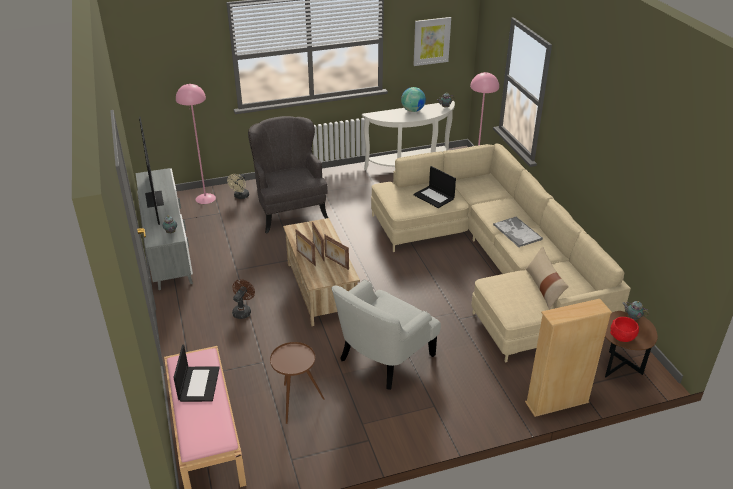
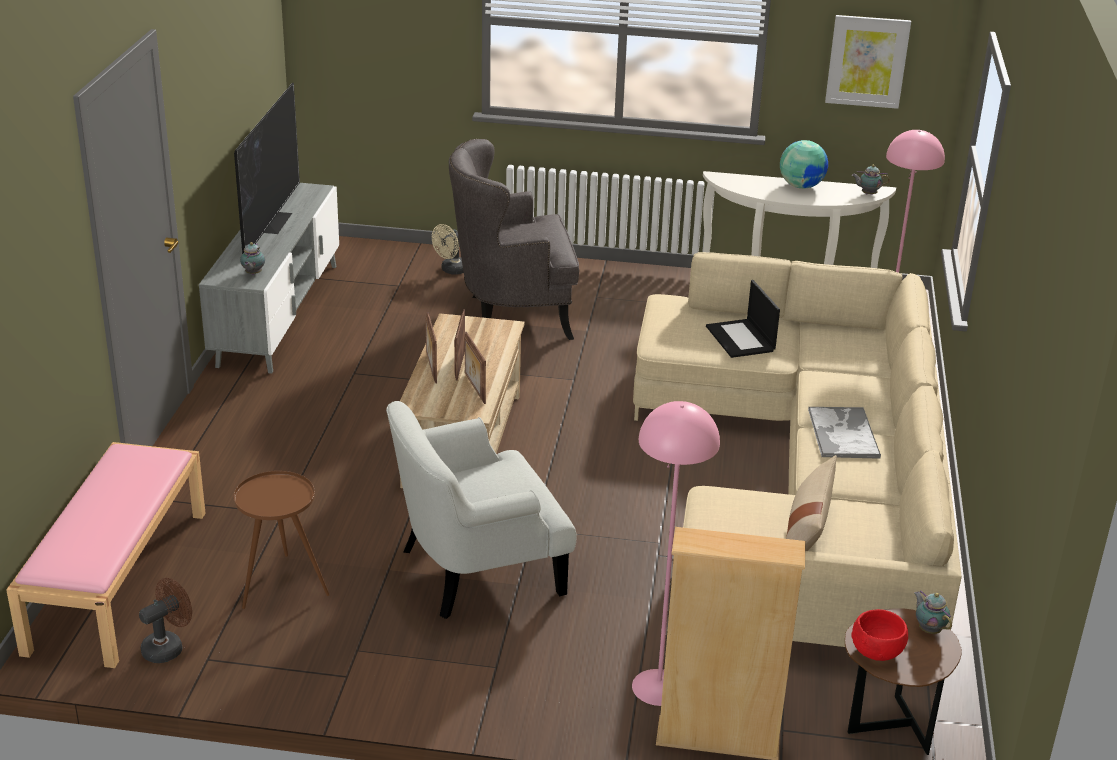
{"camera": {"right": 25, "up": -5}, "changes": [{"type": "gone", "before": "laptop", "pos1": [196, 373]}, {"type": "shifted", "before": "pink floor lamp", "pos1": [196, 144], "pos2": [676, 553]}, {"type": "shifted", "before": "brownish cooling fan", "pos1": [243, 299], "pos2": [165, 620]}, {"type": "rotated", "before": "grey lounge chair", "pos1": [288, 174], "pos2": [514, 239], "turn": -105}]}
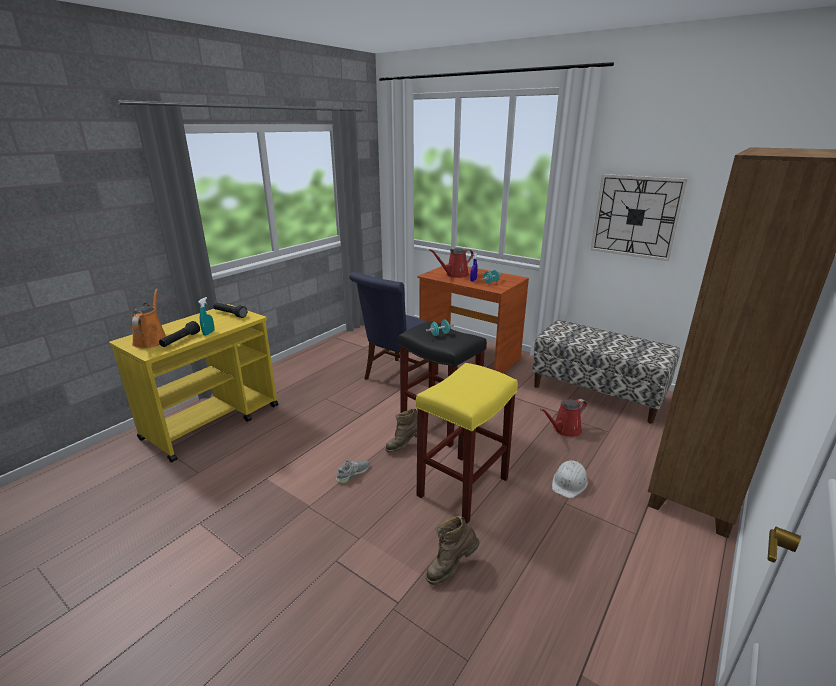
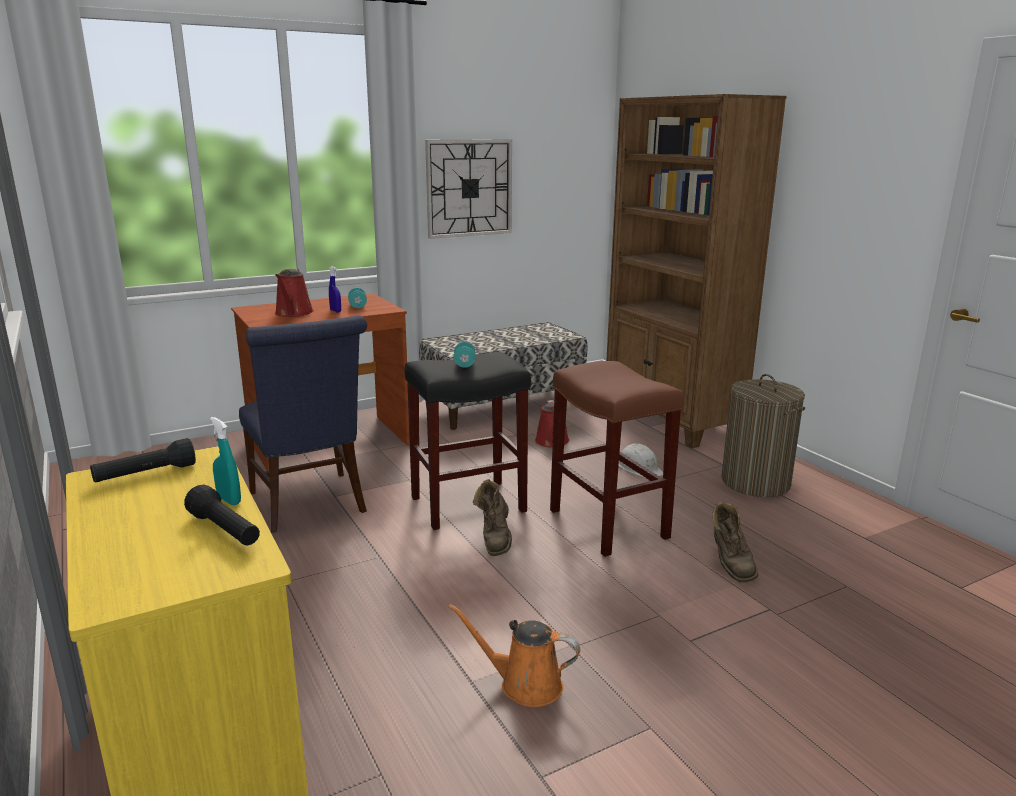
{"camera": {"right": -65, "up": -5}, "changes": [{"type": "shifted", "before": "orange-coloured sprinkling can", "pos1": [148, 318], "pos2": [514, 655]}, {"type": "gone", "before": "grey low shoe", "pos1": [353, 471]}, {"type": "repainted", "before": "yellow stool", "after": "brownish stool", "pos1": [467, 443], "pos2": [617, 459]}, {"type": "new", "after": "washing basket", "pos2": [763, 435]}]}
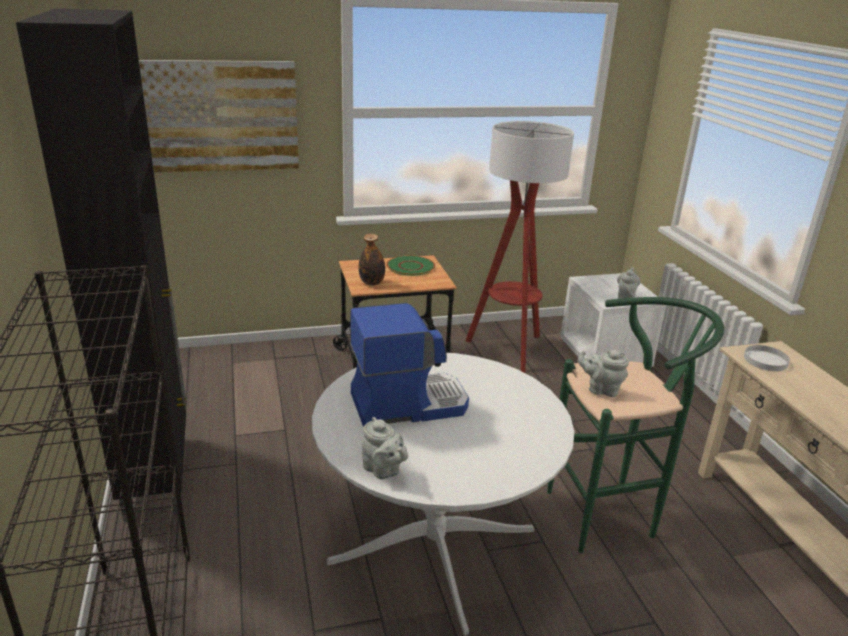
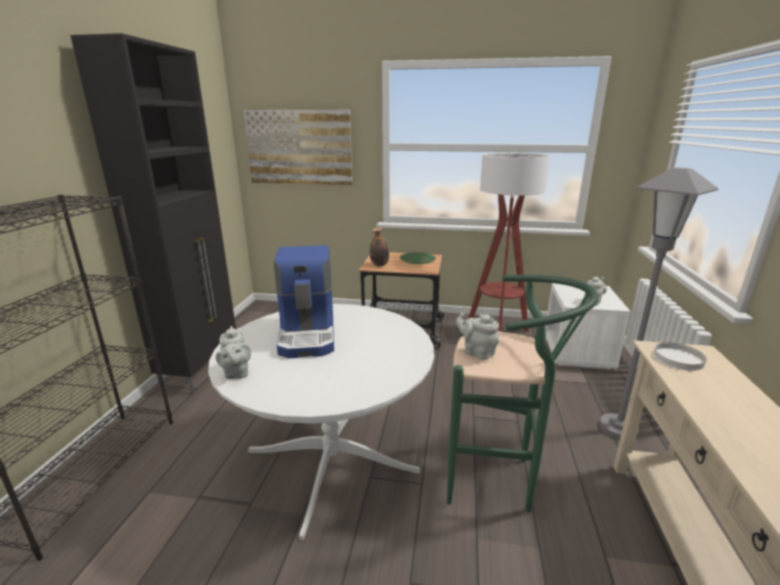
{"camera": {"right": 25, "up": -5}, "changes": [{"type": "rotated", "before": "coffee brewer", "pos1": [409, 365], "pos2": [304, 301], "turn": 75}, {"type": "new", "after": "grey floor lamp", "pos2": [659, 303]}]}
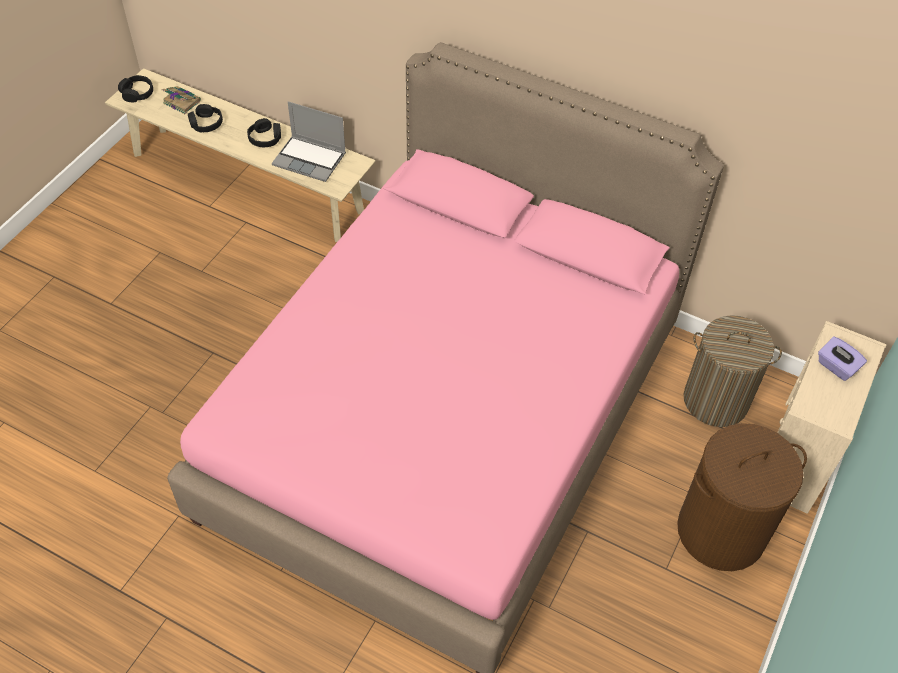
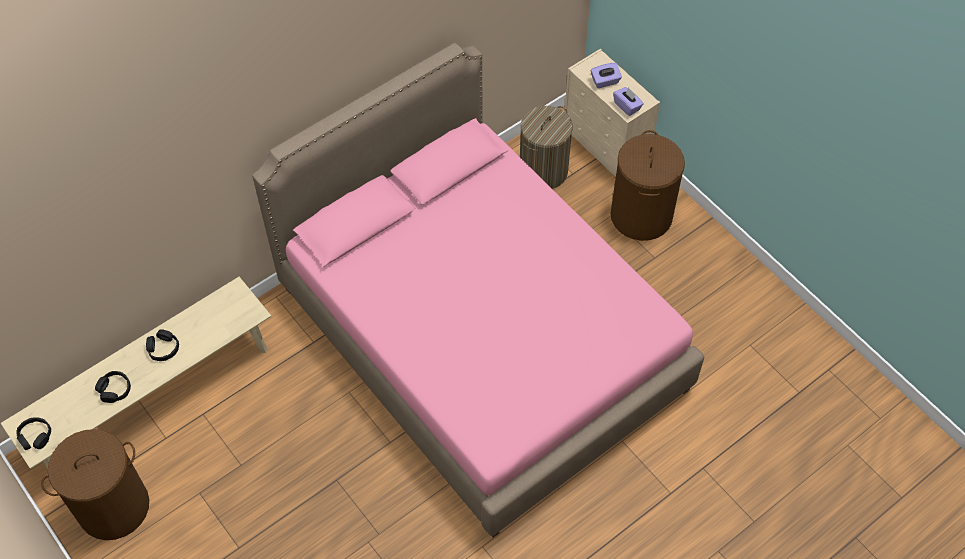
{"camera": {"right": -65, "up": 5}, "changes": [{"type": "gone", "before": "volume", "pos1": [181, 100]}, {"type": "gone", "before": "laptop", "pos1": [309, 141]}, {"type": "new", "after": "brownish washing basket", "pos2": [95, 484]}, {"type": "new", "after": "purple-coloured tissue holder", "pos2": [628, 101]}]}
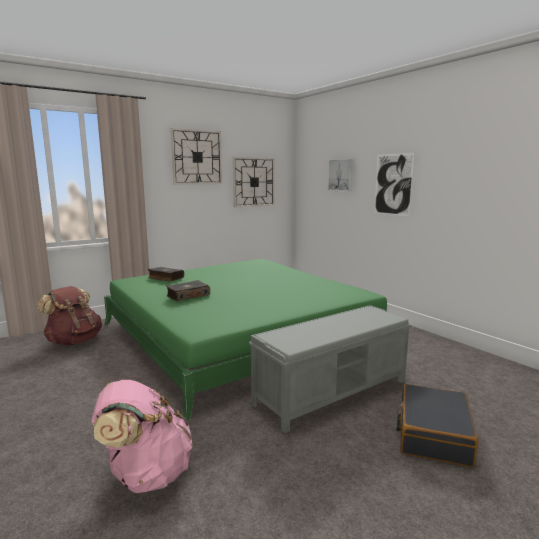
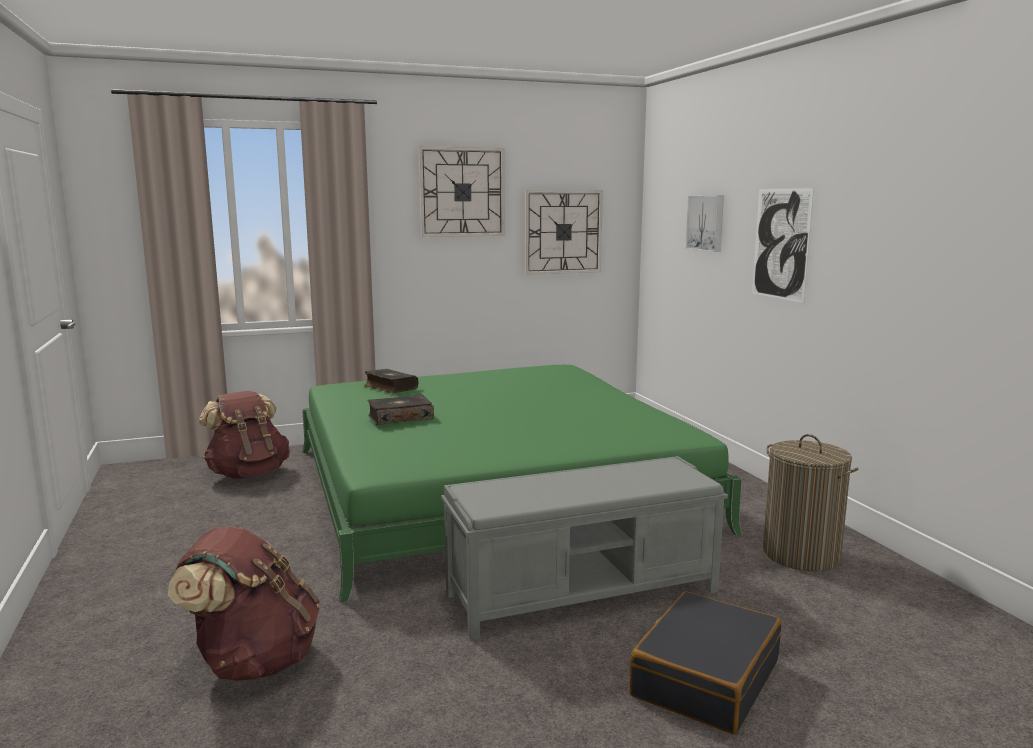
{"camera": {"right": 15, "up": 0}, "changes": [{"type": "repainted", "before": "pink knapsack", "after": "brownish knapsack", "pos1": [142, 436], "pos2": [244, 603]}, {"type": "new", "after": "washing basket", "pos2": [810, 502]}]}
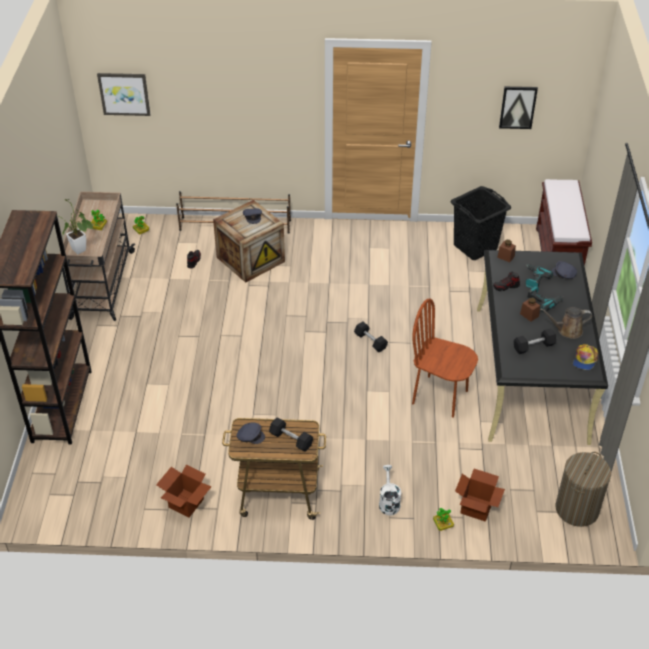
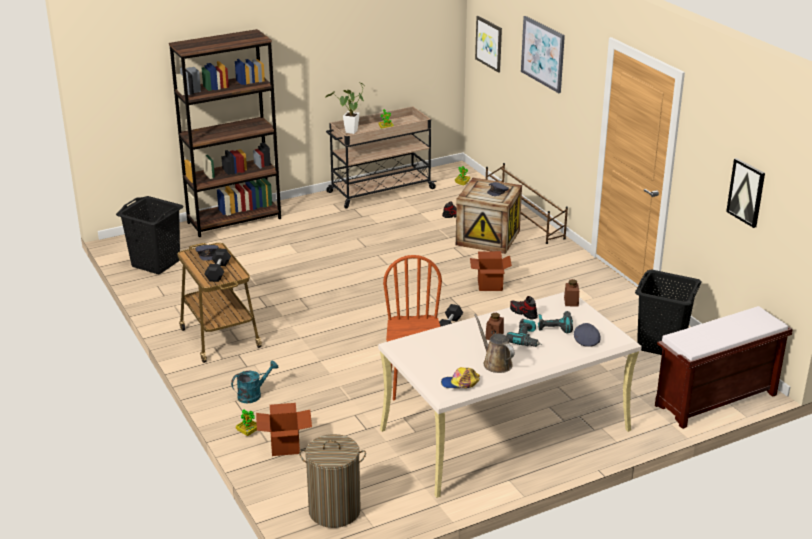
{"camera": {"right": 60, "up": -15}, "changes": [{"type": "shifted", "before": "cardboard box", "pos1": [184, 491], "pos2": [491, 271]}, {"type": "repainted", "before": "white-coloured sprinkling can", "after": "blue-green sprinkling can", "pos1": [390, 490], "pos2": [254, 382]}, {"type": "repainted", "before": "blackish desk unit", "after": "sand-coloured desk unit", "pos1": [542, 347], "pos2": [510, 395]}, {"type": "gone", "before": "blackish free weight", "pos1": [535, 341]}, {"type": "new", "after": "blackish washing basket", "pos2": [149, 235]}, {"type": "new", "after": "wall art", "pos2": [543, 54]}]}
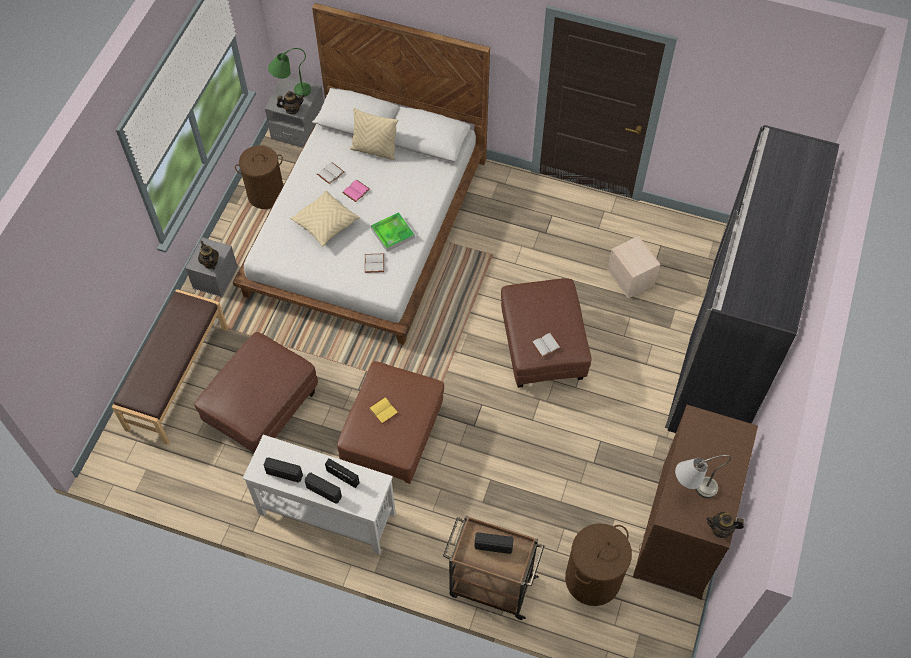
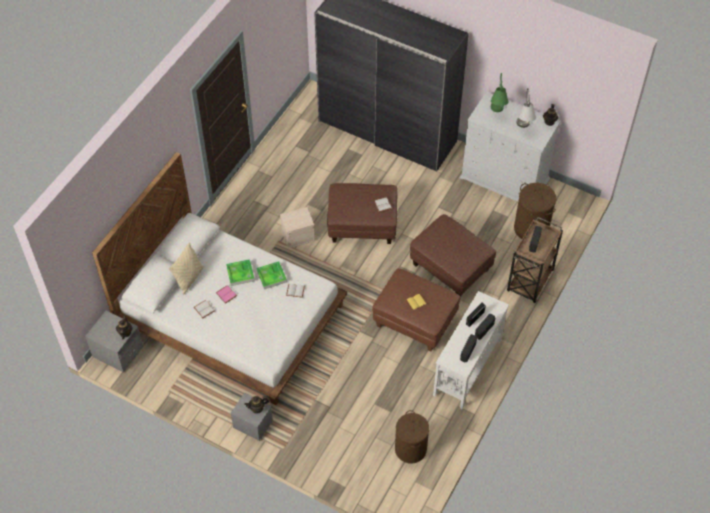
{"camera": {"right": -80, "up": -5}, "changes": [{"type": "gone", "before": "brownish long seat", "pos1": [170, 367]}, {"type": "shifted", "before": "brownish ottoman", "pos1": [256, 392], "pos2": [453, 255]}, {"type": "shifted", "before": "brownish washing basket", "pos1": [259, 177], "pos2": [412, 436]}, {"type": "shifted", "before": "green-coloured tabletop lamp", "pos1": [289, 72], "pos2": [500, 92]}, {"type": "gone", "before": "sand-coloured cushion", "pos1": [325, 219]}, {"type": "shifted", "before": "sand-coloured storage bin", "pos1": [634, 267], "pos2": [297, 227]}, {"type": "repainted", "before": "brownish chest of drawers", "after": "white-coloured chest of drawers", "pos1": [695, 502], "pos2": [510, 146]}, {"type": "new", "after": "serving tray", "pos2": [240, 272]}]}
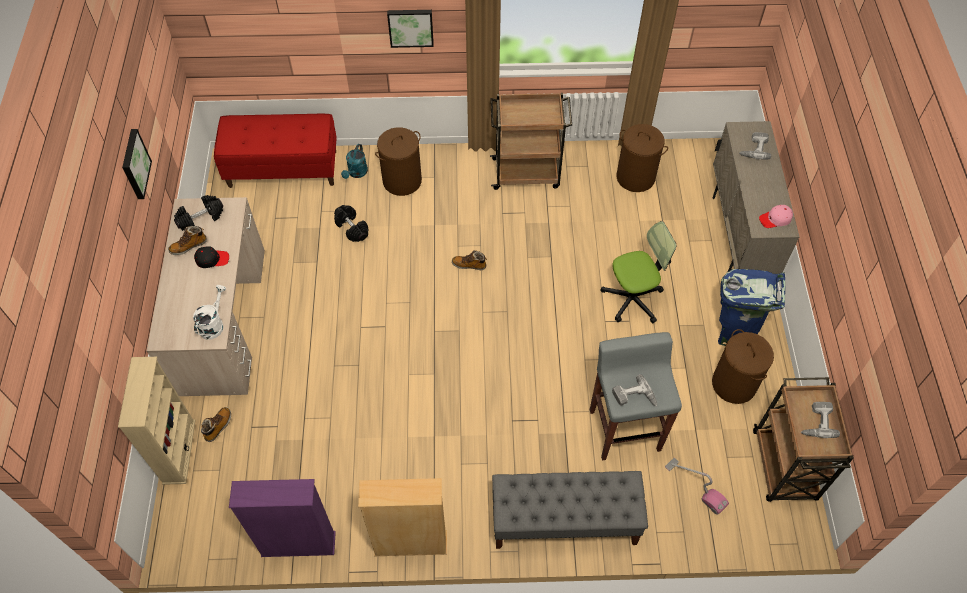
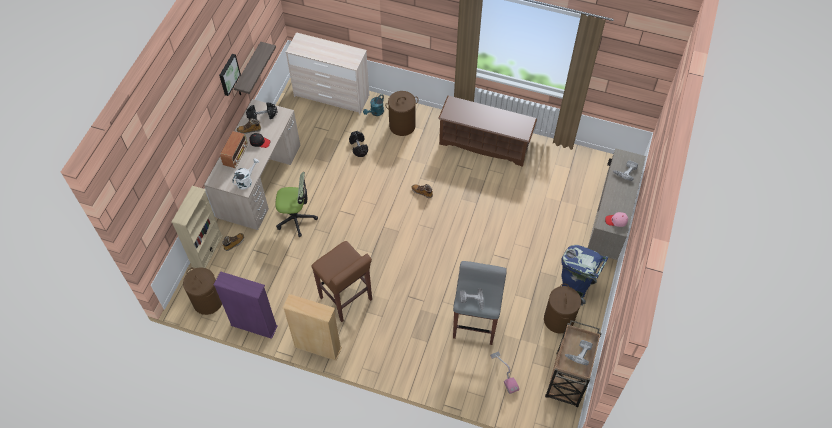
{"camera": {"right": 20, "up": 0}, "changes": [{"type": "swapped", "before": "reddish long seat", "after": "sand-coloured chest of drawers", "pos1": [275, 151], "pos2": [327, 73]}, {"type": "gone", "before": "wall art", "pos1": [410, 29]}, {"type": "swapped", "before": "brownish cart", "after": "brownish shoe shelf", "pos1": [531, 141], "pos2": [487, 131]}, {"type": "gone", "before": "grey long seat", "pos1": [570, 510]}, {"type": "shifted", "before": "computer chair", "pos1": [638, 272], "pos2": [296, 204]}, {"type": "shifted", "before": "brownish washing basket", "pos1": [642, 158], "pos2": [202, 291]}, {"type": "new", "after": "radio set", "pos2": [234, 149]}, {"type": "new", "after": "wall shelf", "pos2": [255, 69]}, {"type": "new", "after": "brownish stool", "pos2": [341, 281]}]}
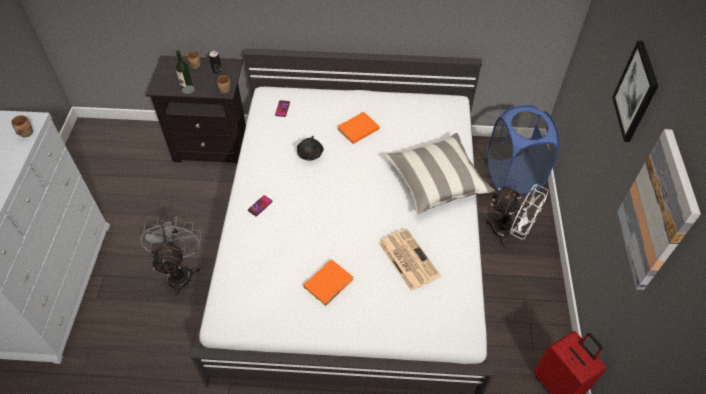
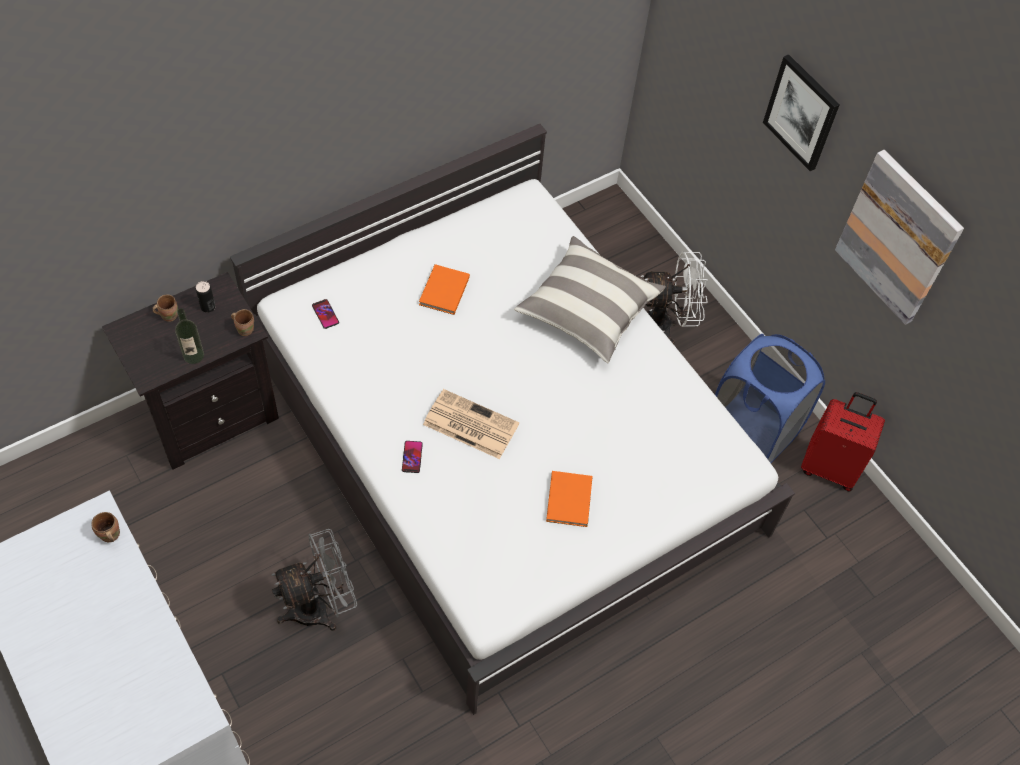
{"camera": {"right": -40, "up": 5}, "changes": [{"type": "rotated", "before": "grey cooling fan", "pos1": [170, 257], "pos2": [314, 580], "turn": 105}, {"type": "gone", "before": "blackish soft toy", "pos1": [310, 148]}, {"type": "shifted", "before": "printed paper", "pos1": [410, 259], "pos2": [471, 424]}, {"type": "shifted", "before": "blue washing basket", "pos1": [523, 150], "pos2": [770, 398]}]}
